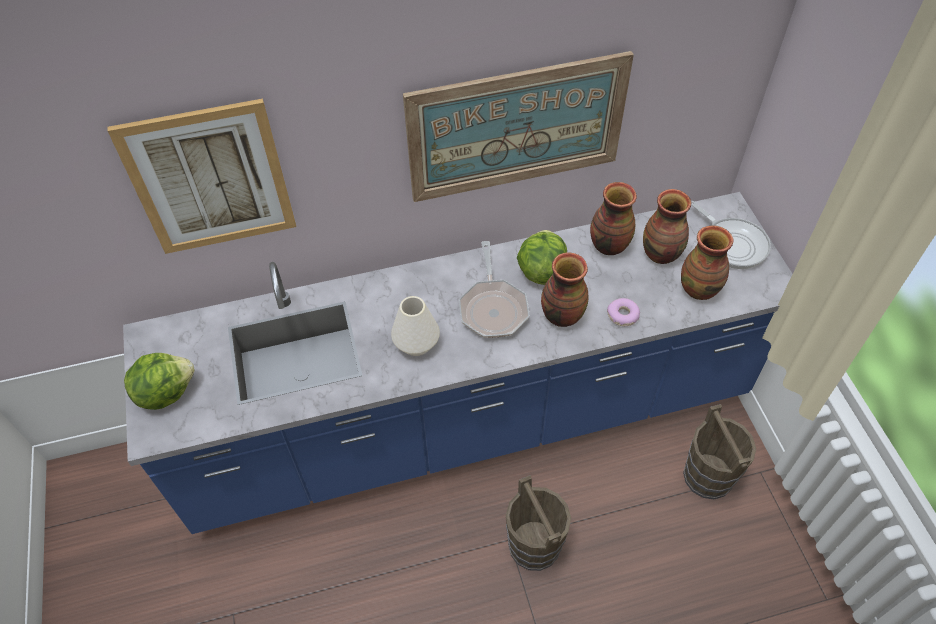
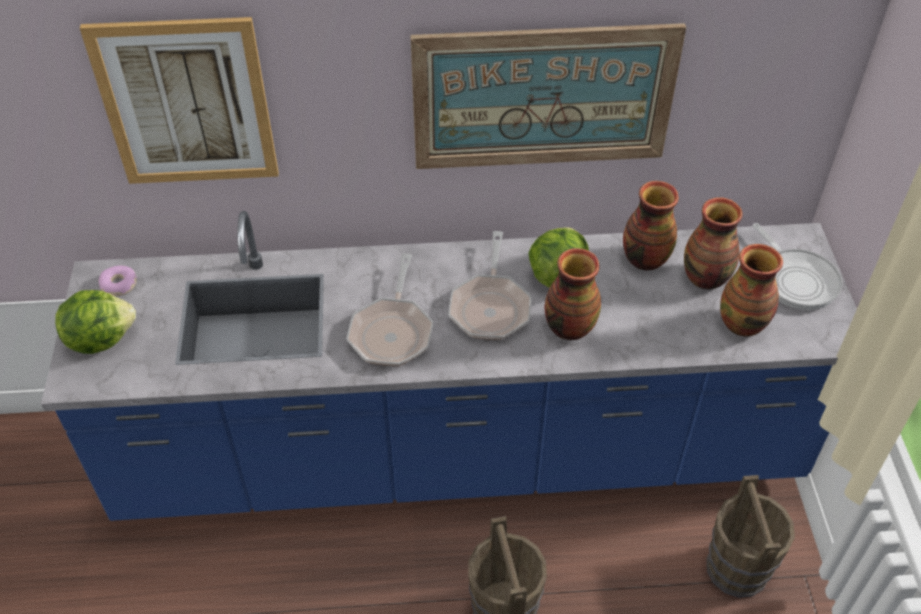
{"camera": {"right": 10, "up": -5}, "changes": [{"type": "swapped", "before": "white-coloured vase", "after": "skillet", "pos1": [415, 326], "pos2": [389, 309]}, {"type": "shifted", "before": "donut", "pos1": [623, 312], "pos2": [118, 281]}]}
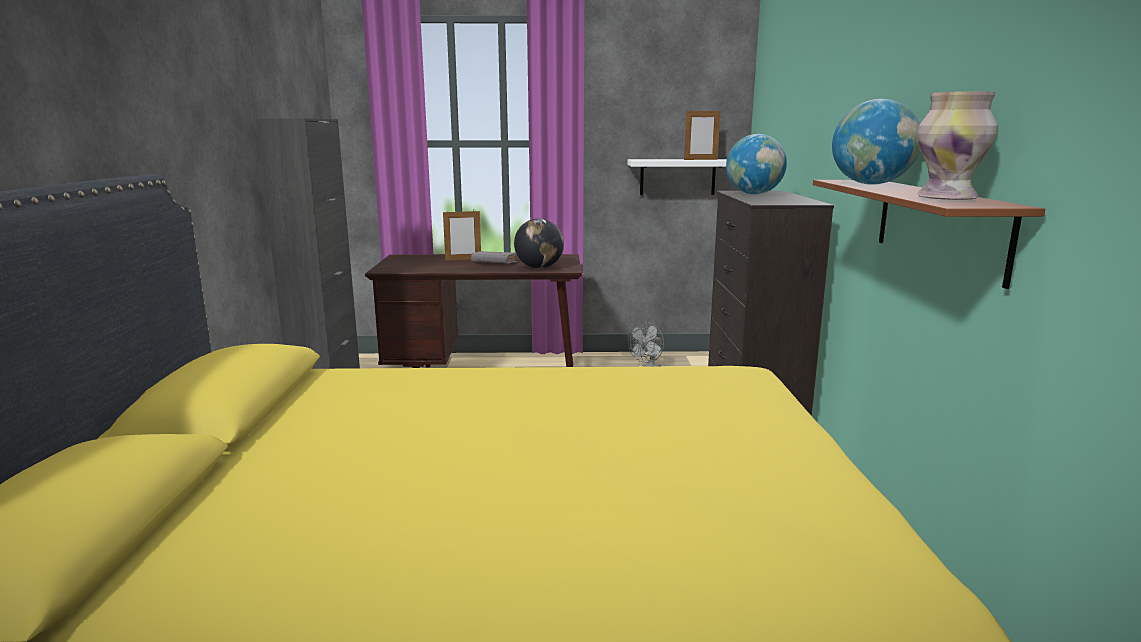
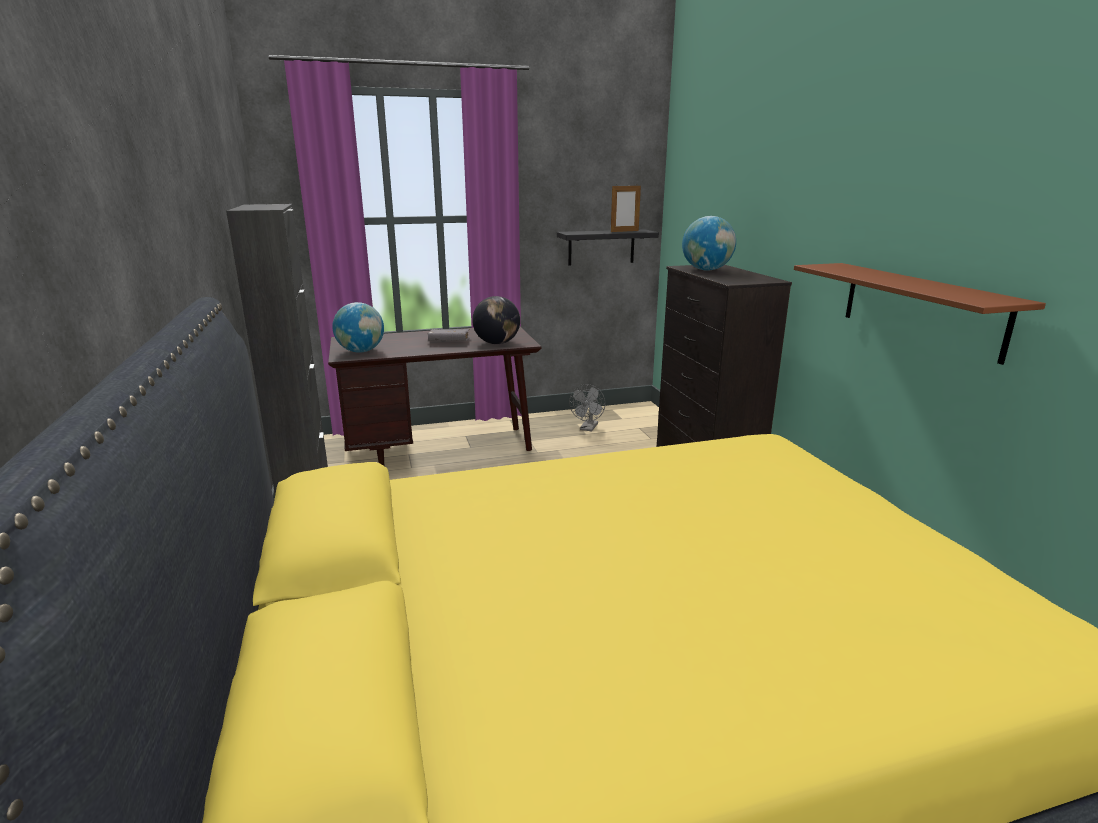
{"camera": {"right": -15, "up": 5}, "changes": [{"type": "gone", "before": "standing frame", "pos1": [462, 235]}, {"type": "repainted", "before": "white-coloured wall shelf", "after": "blackish wall shelf", "pos1": [677, 177], "pos2": [608, 247]}, {"type": "shifted", "before": "world globe", "pos1": [876, 142], "pos2": [358, 327]}, {"type": "gone", "before": "vase", "pos1": [957, 145]}]}
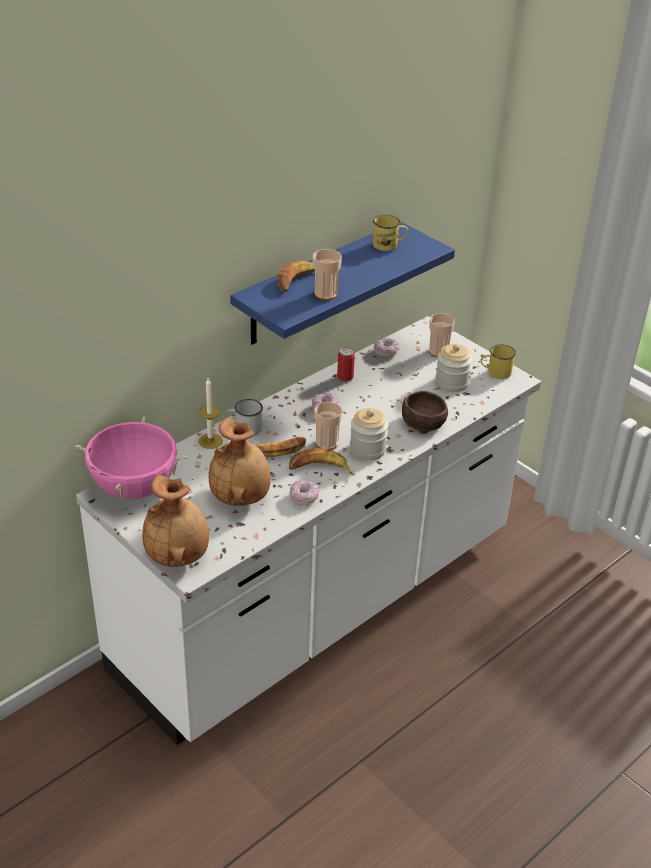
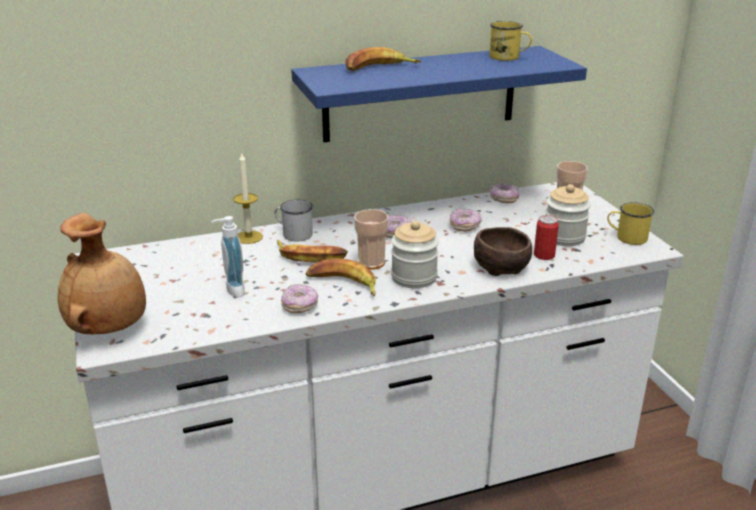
{"camera": {"right": 25, "up": -10}, "changes": [{"type": "gone", "before": "pink cooking pot", "pos1": [131, 457]}, {"type": "swapped", "before": "brownish vase", "after": "soap bottle", "pos1": [240, 462], "pos2": [228, 257]}, {"type": "gone", "before": "cup", "pos1": [327, 274]}, {"type": "shifted", "before": "can", "pos1": [346, 364], "pos2": [546, 237]}, {"type": "new", "after": "donut", "pos2": [465, 220]}]}
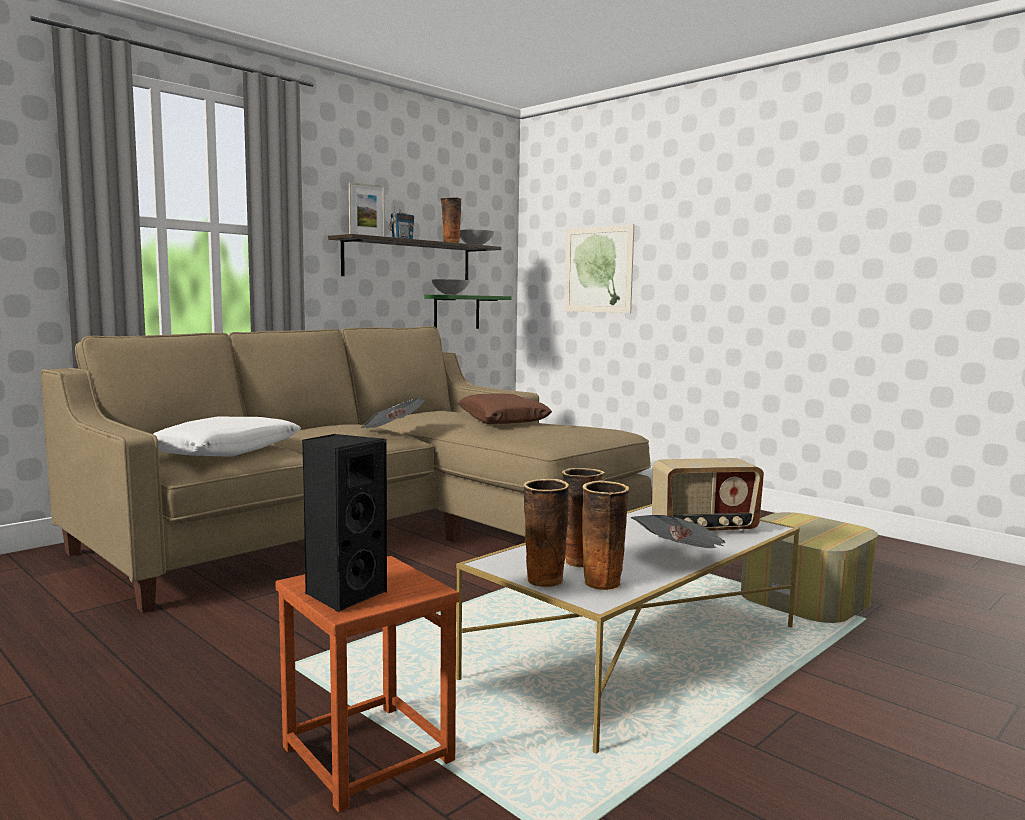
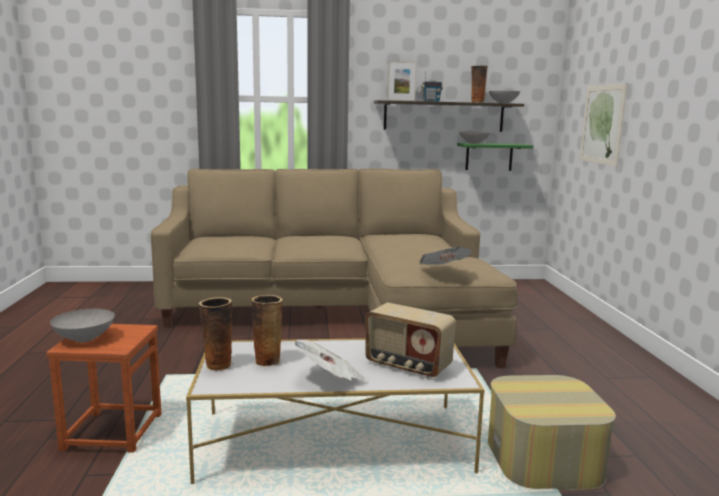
{"camera": {"right": 40, "up": 5}, "changes": [{"type": "gone", "before": "white-coloured cushion", "pos1": [227, 436]}, {"type": "swapped", "before": "blackish loudspeaker", "after": "grey deep dish", "pos1": [344, 523], "pos2": [82, 325]}, {"type": "shifted", "before": "printed paper", "pos1": [392, 413], "pos2": [445, 256]}, {"type": "gone", "before": "brownish cushion", "pos1": [505, 408]}, {"type": "gone", "before": "vase", "pos1": [605, 535]}]}
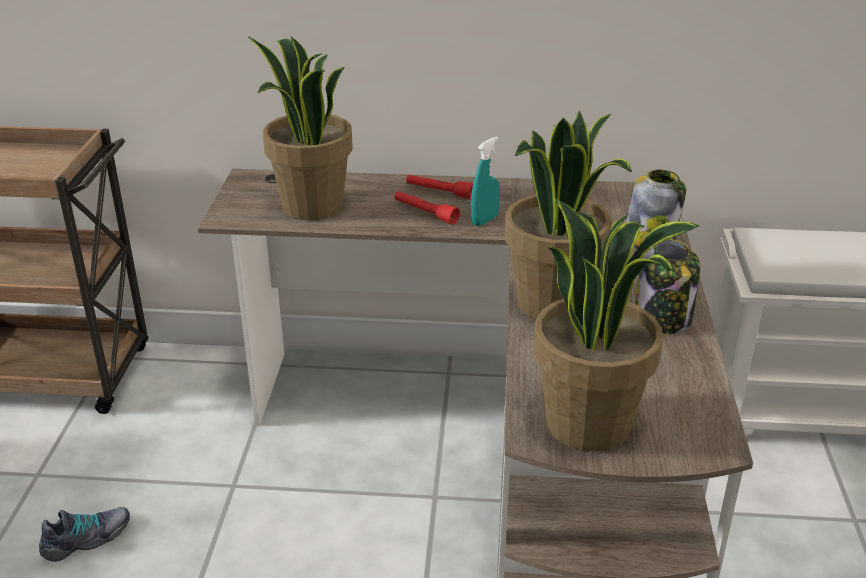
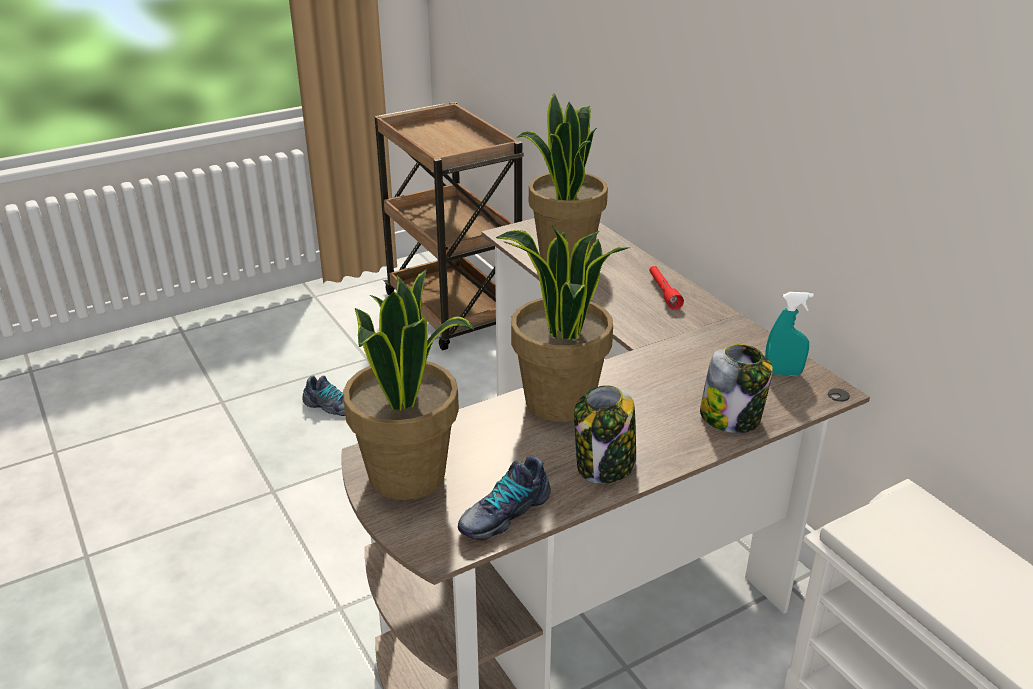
{"camera": {"right": 55, "up": 0}, "changes": [{"type": "gone", "before": "reddish torch", "pos1": [427, 208]}, {"type": "shifted", "before": "blue-green sprayer", "pos1": [485, 181], "pos2": [789, 334]}, {"type": "new", "after": "low shoe", "pos2": [504, 497]}]}
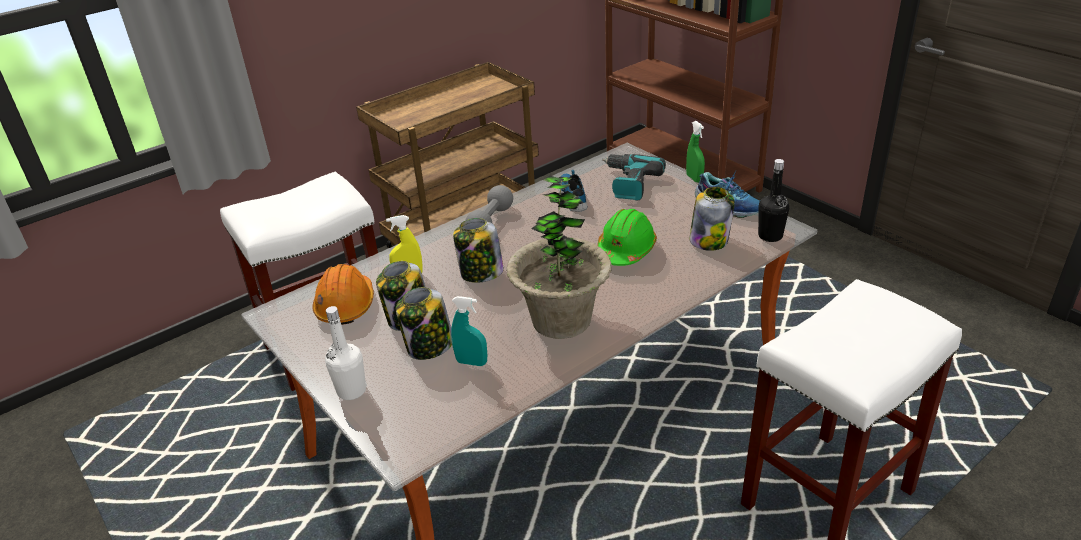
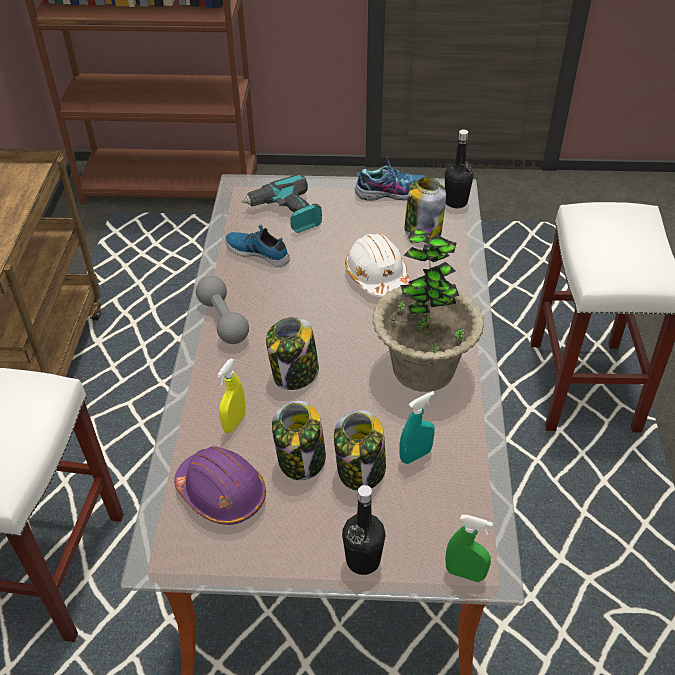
{"camera": {"right": -50, "up": 10}, "changes": [{"type": "repainted", "before": "orange-coloured hard hat", "after": "purple-coloured hard hat", "pos1": [343, 294], "pos2": [220, 485]}, {"type": "repainted", "before": "white-coloured drink bottle", "after": "blackish drink bottle", "pos1": [346, 353], "pos2": [363, 530]}, {"type": "repainted", "before": "green-coloured hard hat", "after": "white-coloured hard hat", "pos1": [627, 237], "pos2": [377, 265]}, {"type": "shifted", "before": "green-coloured sprayer", "pos1": [695, 152], "pos2": [469, 548]}]}
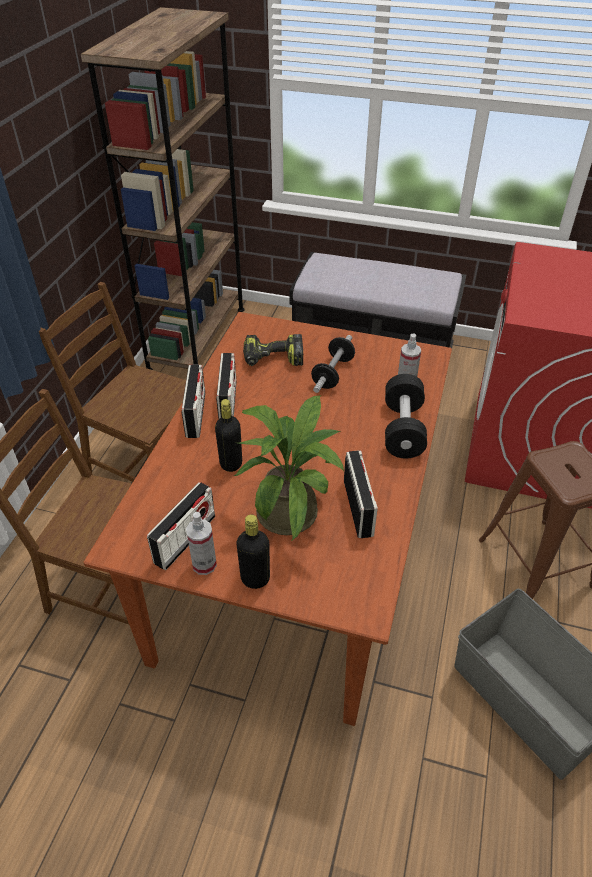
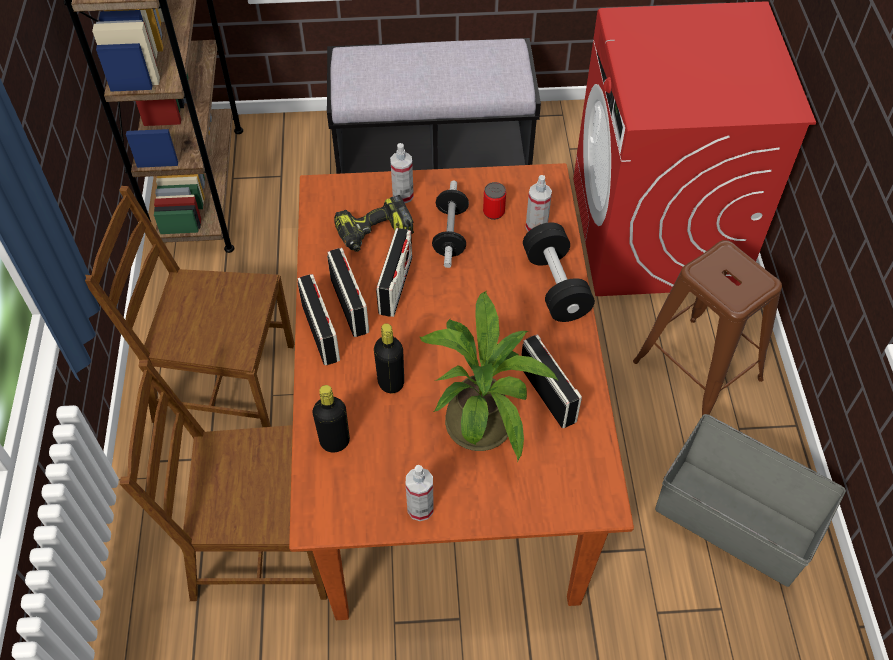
{"camera": {"right": -20, "up": 10}, "changes": [{"type": "shifted", "before": "radio set", "pos1": [181, 526], "pos2": [394, 272]}, {"type": "shifted", "before": "blackish drink bottle", "pos1": [253, 551], "pos2": [331, 418]}, {"type": "new", "after": "sprayer", "pos2": [402, 173]}, {"type": "new", "after": "can", "pos2": [494, 201]}]}
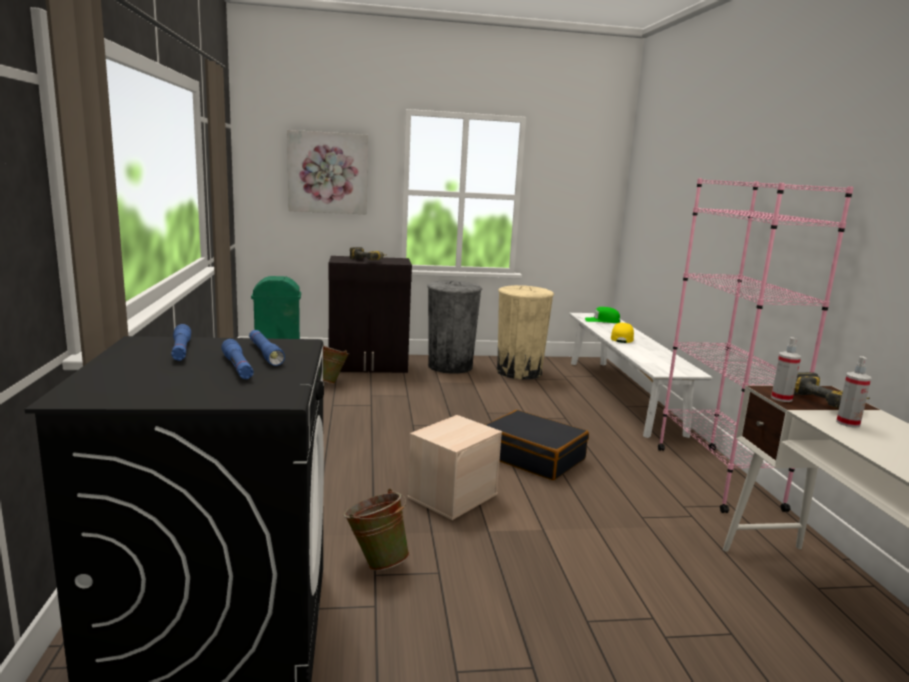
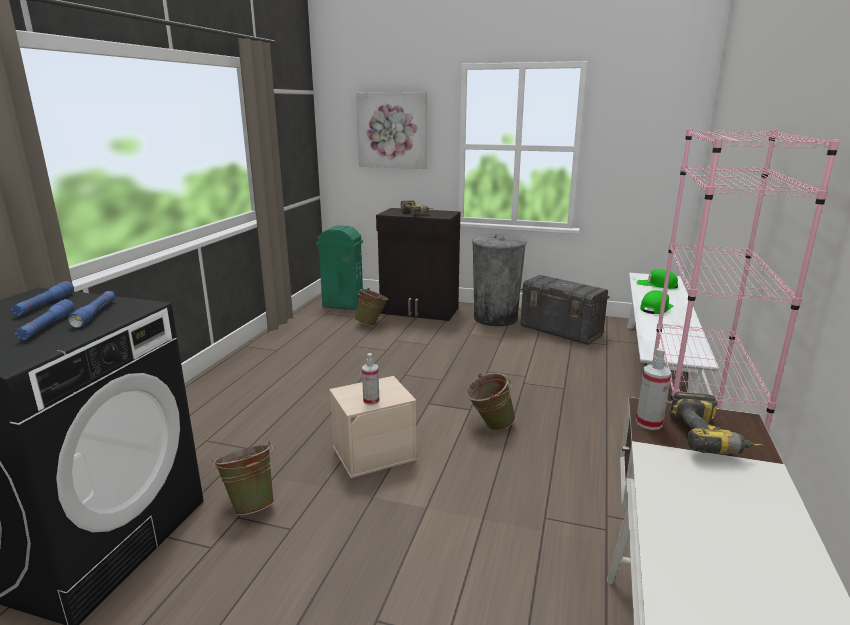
{"camera": {"right": 25, "up": 5}, "changes": [{"type": "swapped", "before": "blackish suitcase", "after": "green-coloured bucket", "pos1": [537, 445], "pos2": [491, 402]}, {"type": "swapped", "before": "sand-coloured waste bin", "after": "grey storage bin", "pos1": [525, 332], "pos2": [565, 310]}, {"type": "repainted", "before": "yellow baseball cap", "after": "green-coloured baseball cap", "pos1": [622, 333], "pos2": [657, 302]}, {"type": "shifted", "before": "sprayer", "pos1": [853, 392], "pos2": [370, 379]}]}
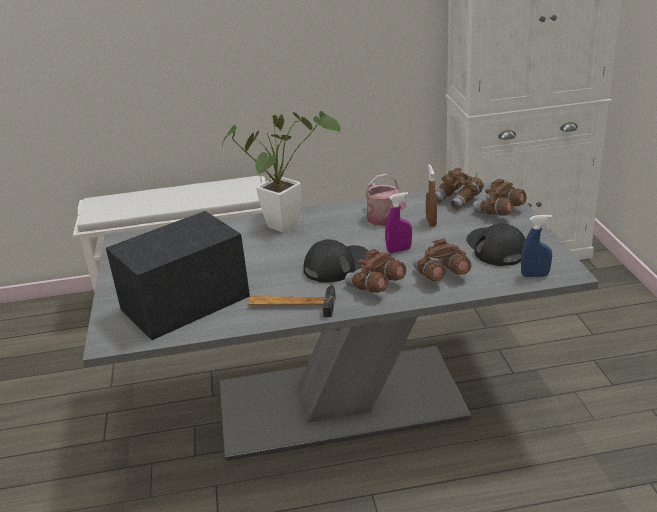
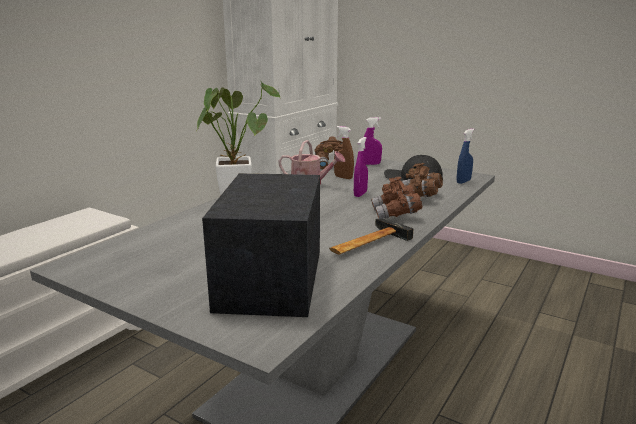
{"camera": {"right": -50, "up": -10}, "changes": [{"type": "gone", "before": "blackish baseball cap", "pos1": [336, 261]}, {"type": "swapped", "before": "brownish binoculars", "after": "purple-coloured sprayer", "pos1": [500, 197], "pos2": [373, 141]}]}
